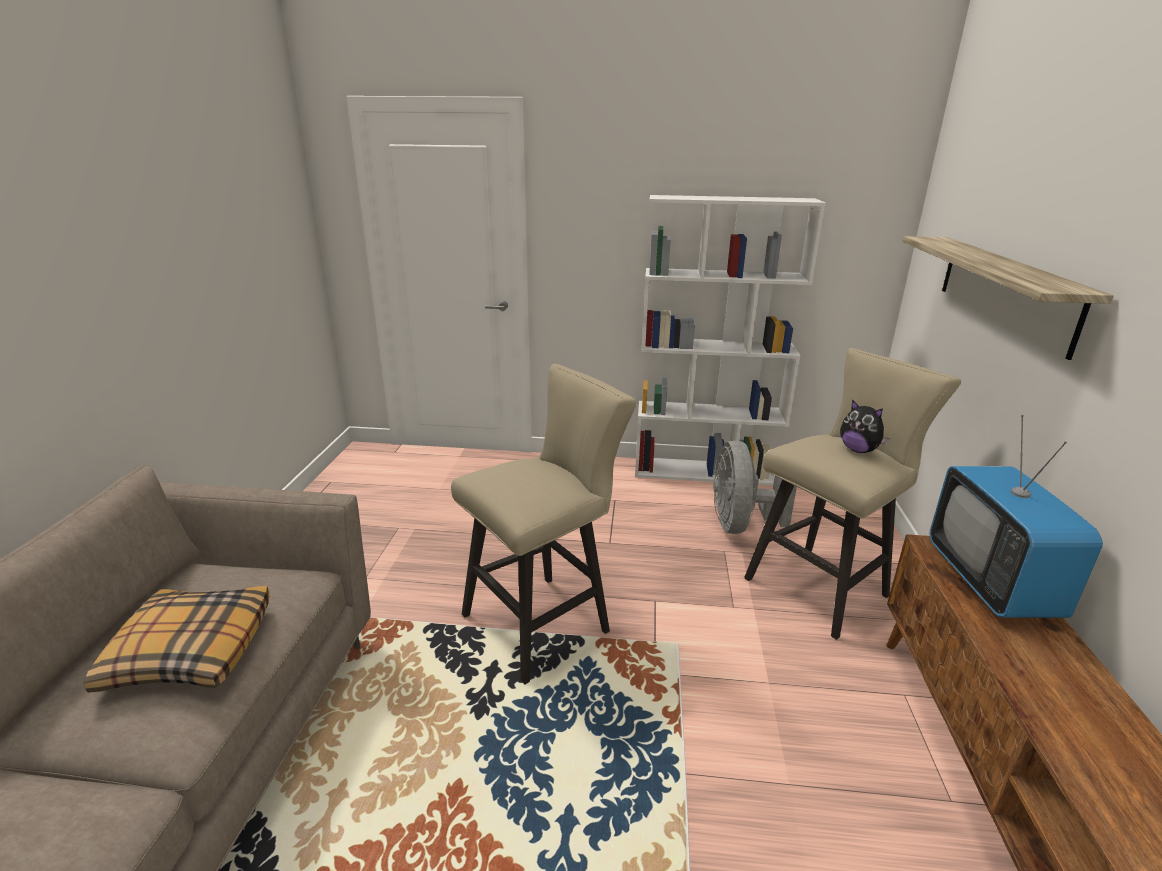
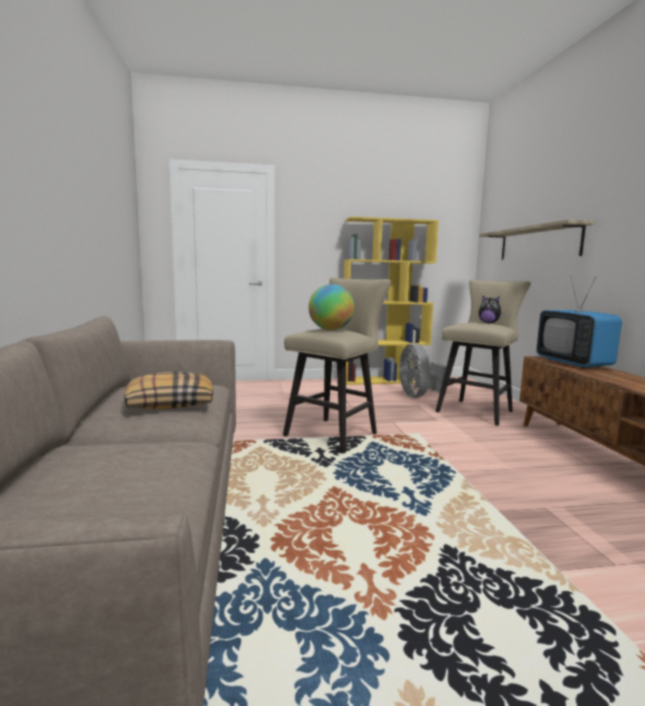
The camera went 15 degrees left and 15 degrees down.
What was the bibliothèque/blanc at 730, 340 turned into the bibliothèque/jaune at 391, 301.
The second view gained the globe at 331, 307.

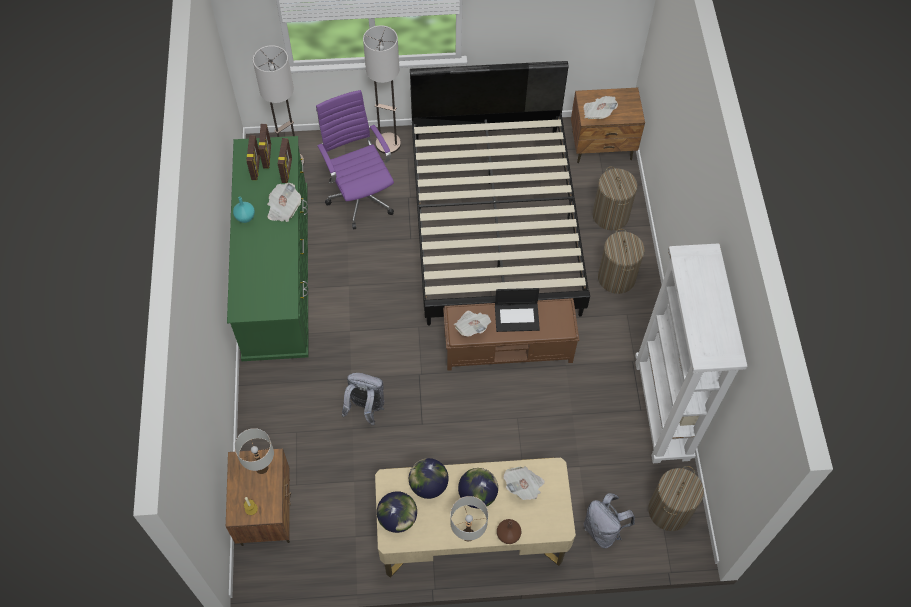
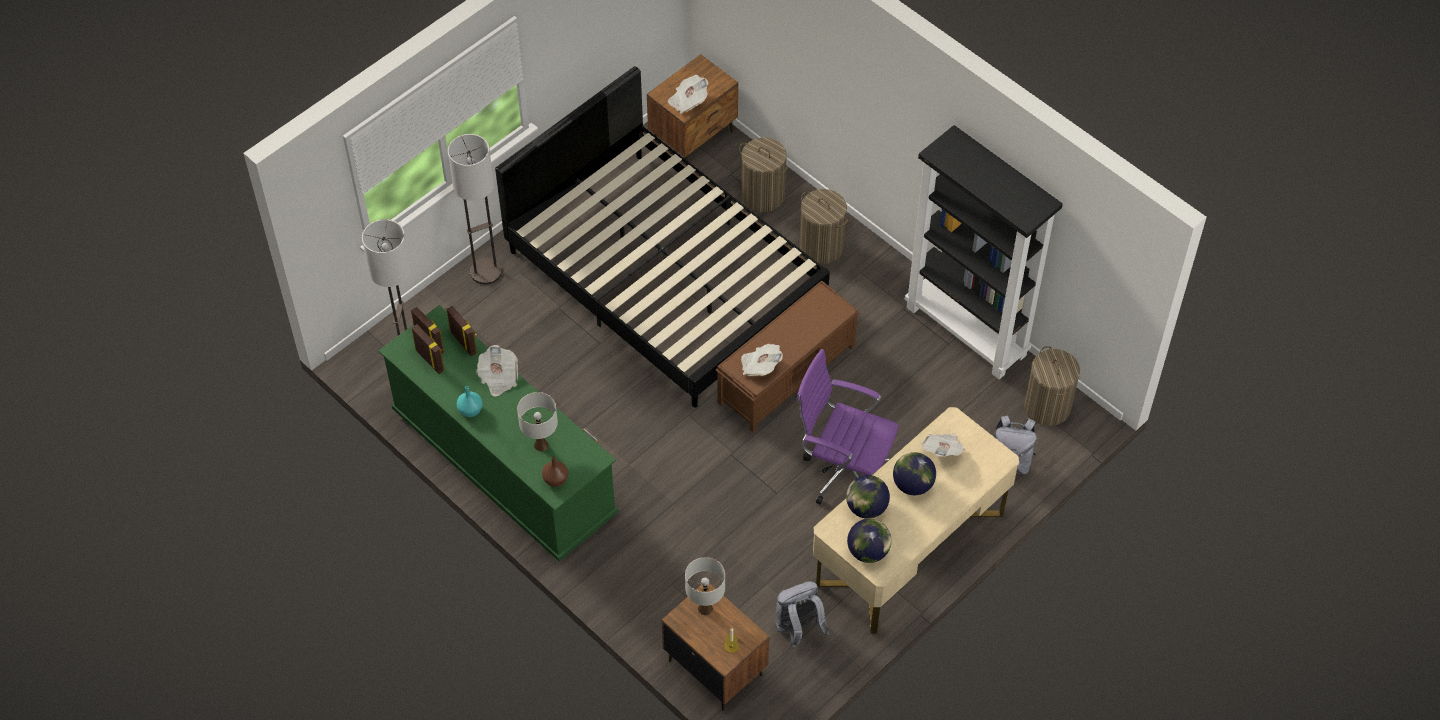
The camera went 40 degrees left and 5 degrees down.
The chaise de bureau/violet ended up elsewhere, having gone from 355, 159 to 847, 426.
The sac à dos/gris ended up elsewhere, having gone from 363, 399 to 803, 615.
The lampe de table/blanc ended up elsewhere, having gone from 469, 518 to 537, 421.
The second view lost the ordinateur portable at 517, 310.
The vase/marron ended up elsewhere, having gone from 509, 531 to 555, 471.
What was the bibliothèque/blanc at 691, 353 turned into the bibliothèque/noir at 984, 252.

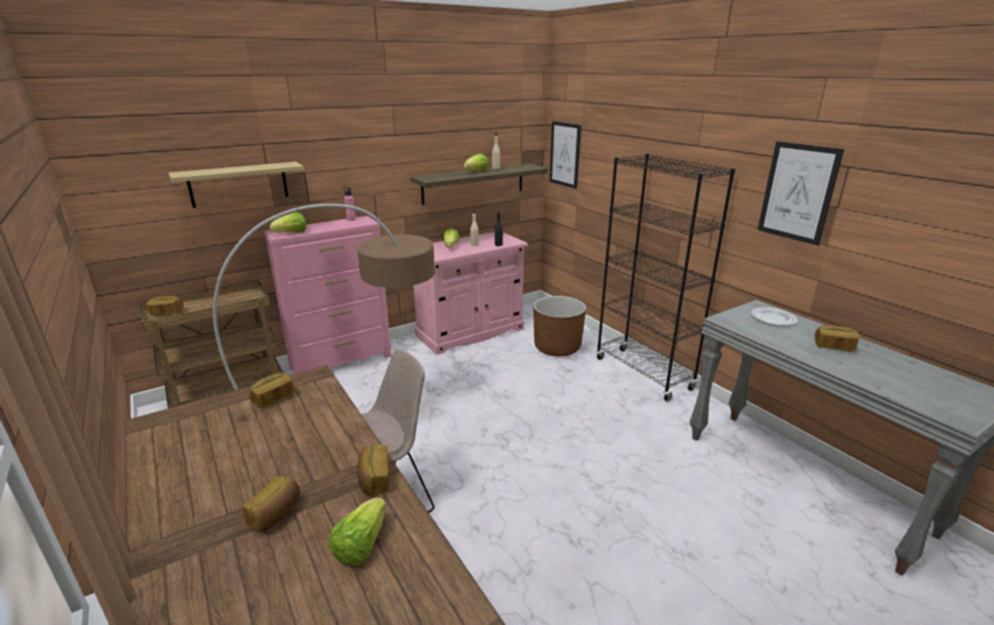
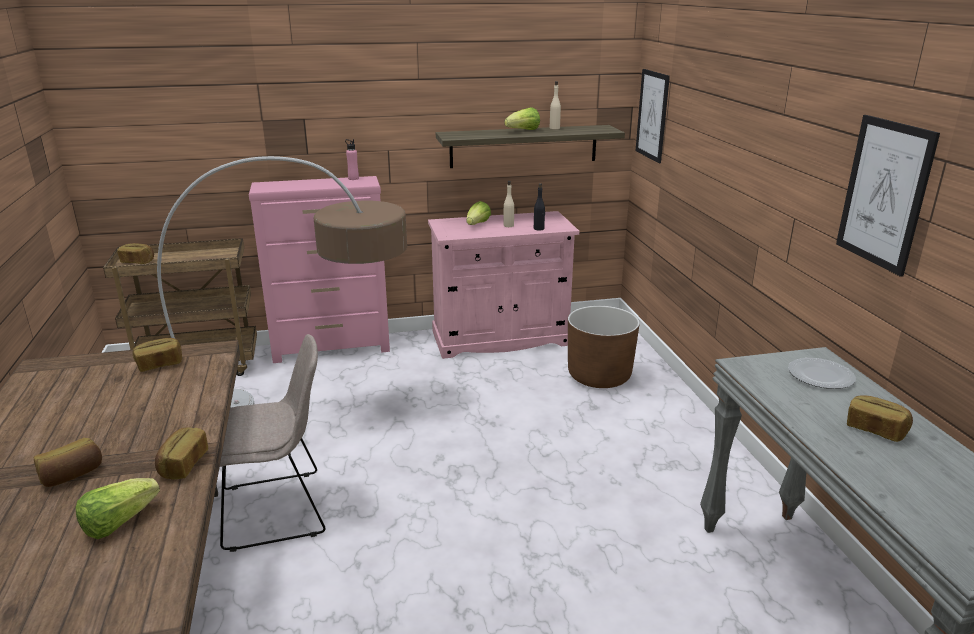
The camera went 20 degrees right and 0 degrees up.
The second view lost the étagère at 236, 185.
The second view lost the laitue at 288, 222.
The second view lost the bibliothèque/noir at 665, 277.

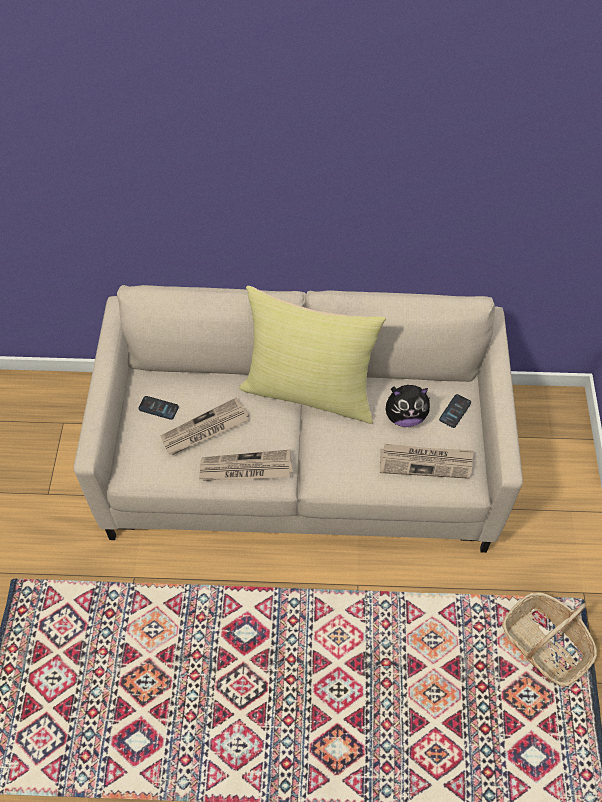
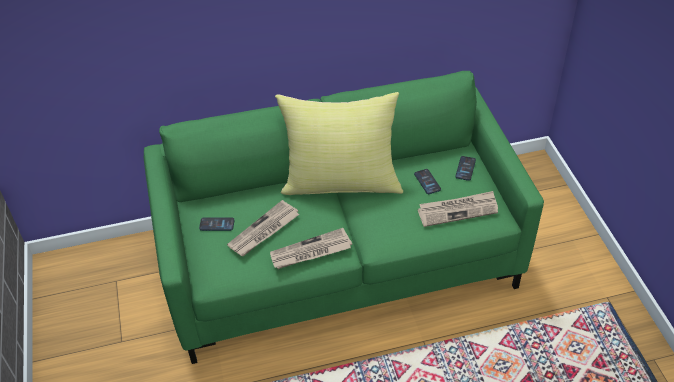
The camera went 15 degrees left and 10 degrees down.
What was the canapé/beige at 298, 419 turned into the canapé/vert at 344, 217.
Where the peluche stood at 408, 406, the téléphone came to stand at 427, 181.
The second view lost the panier at 549, 640.

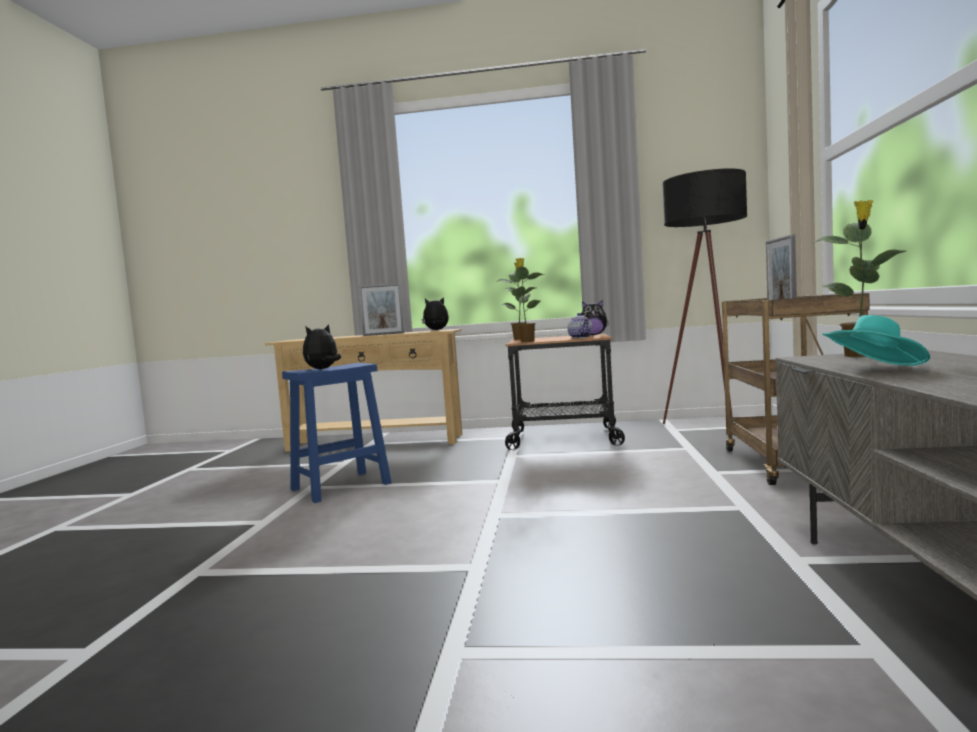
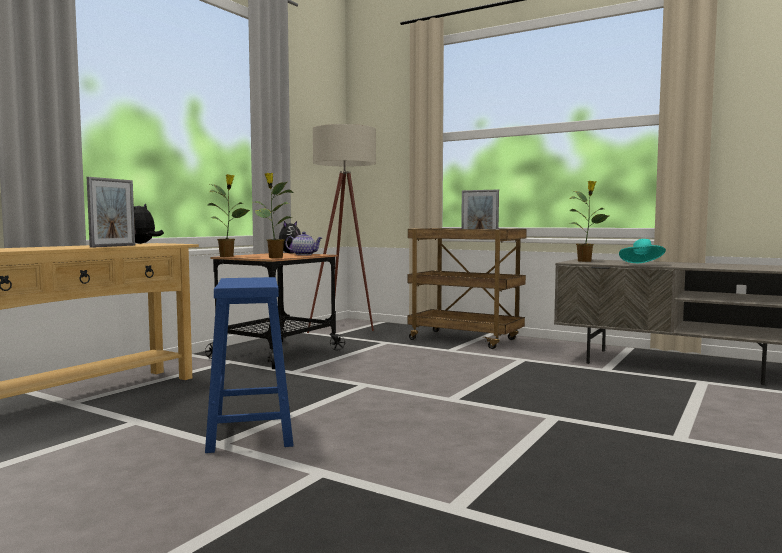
The camera went 65 degrees left and 0 degrees up.
The second view lost the peluche at 322, 346.
What was the lampadaire/noir at 705, 296 turned into the lampadaire/beige at 341, 228.

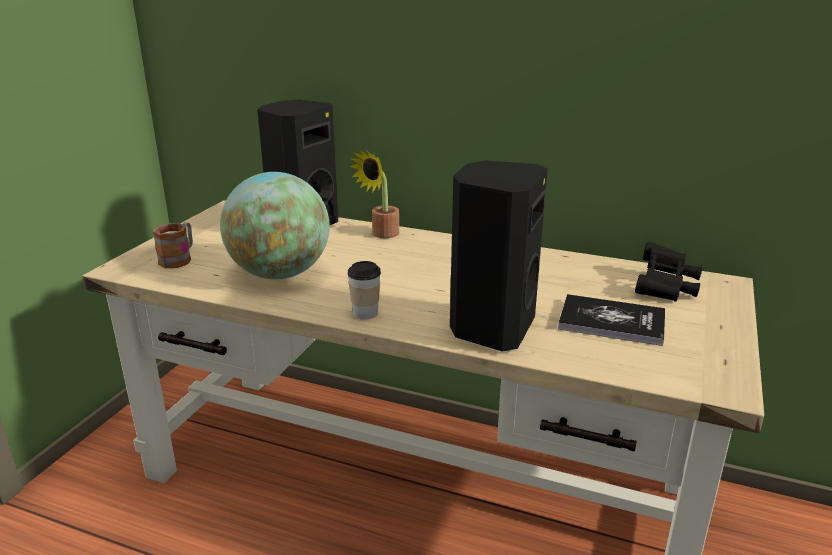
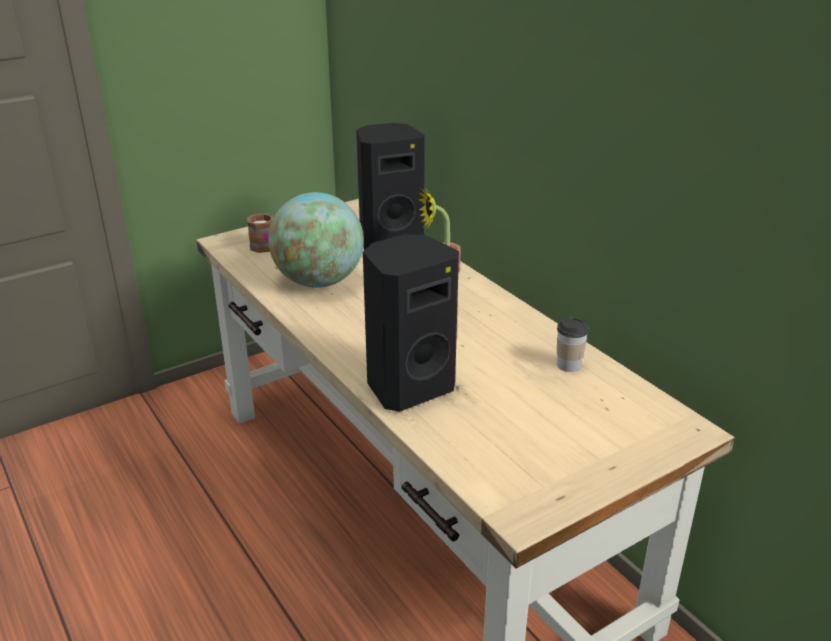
The camera went 35 degrees right and 5 degrees up.
The tasse ended up elsewhere, having gone from 364, 290 to 573, 345.
The second view lost the livre at 611, 320.
The second view lost the jumelles/noir at 668, 272.

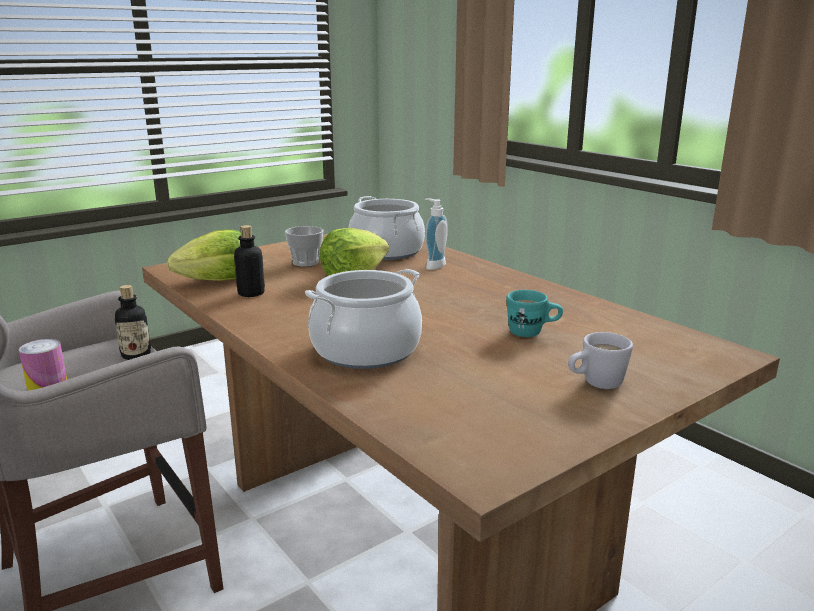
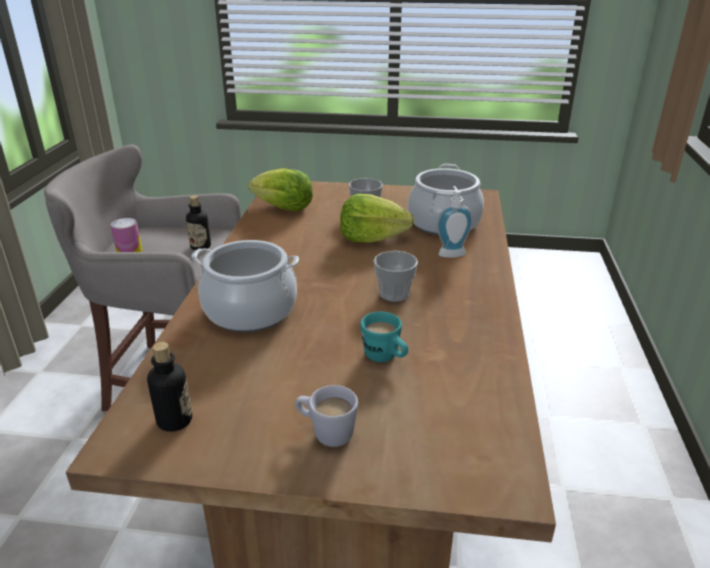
The camera went 45 degrees right and 10 degrees up.
The bouteille ended up elsewhere, having gone from 249, 261 to 169, 387.
The second view gained the tasse at 396, 276.

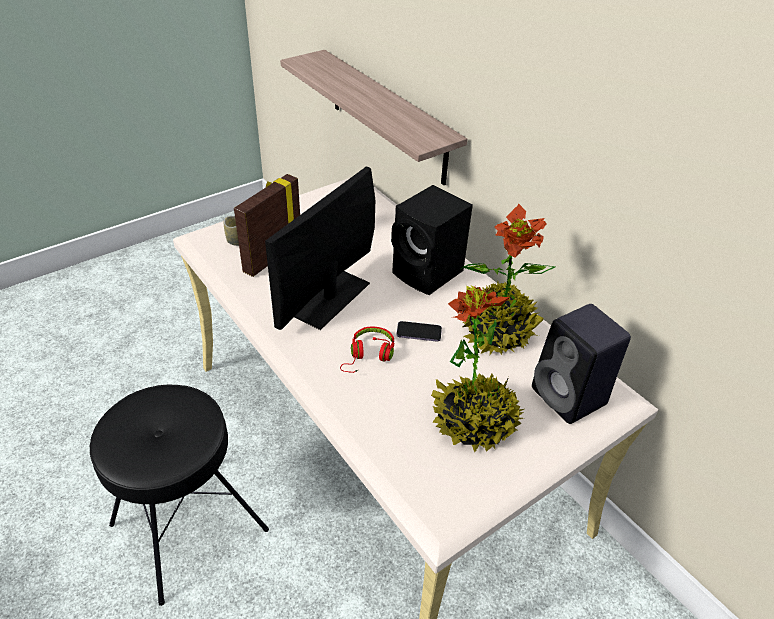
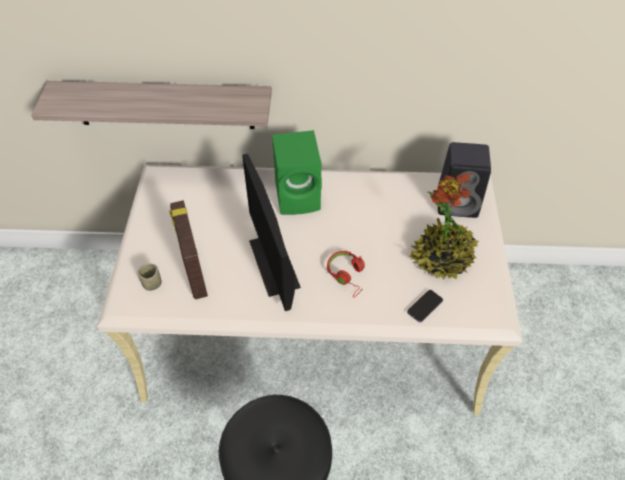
The camera went 50 degrees left and 10 degrees up.
What was the enceinte/noir at 432, 240 turned into the enceinte/vert at 297, 172.
The téléphone ended up elsewhere, having gone from 419, 331 to 425, 306.
The second view lost the plante en pot at 508, 279.

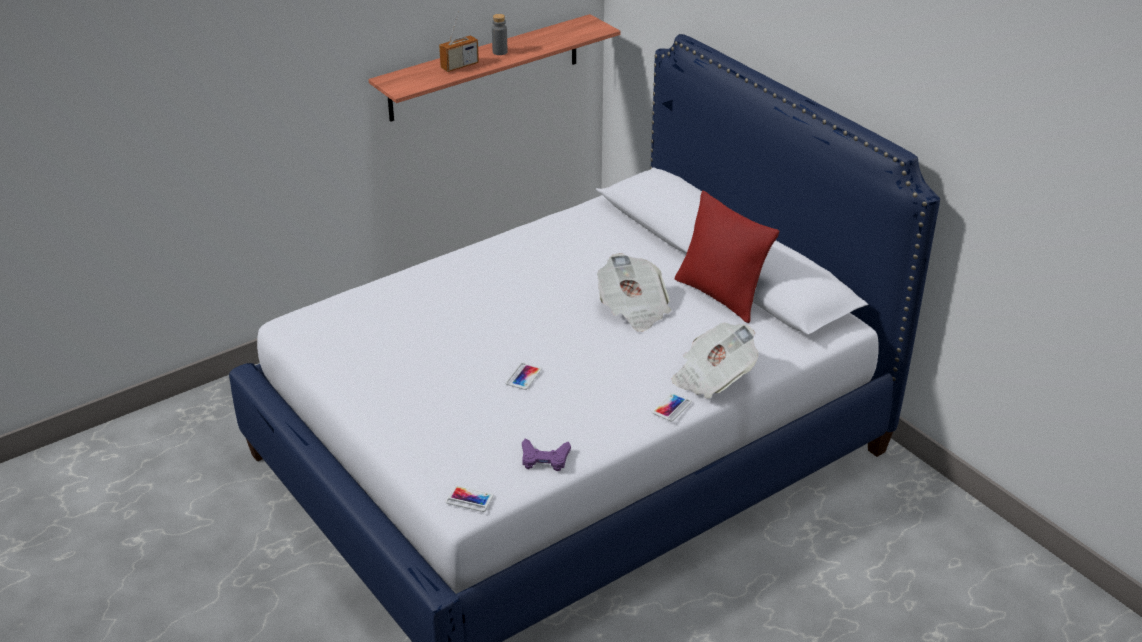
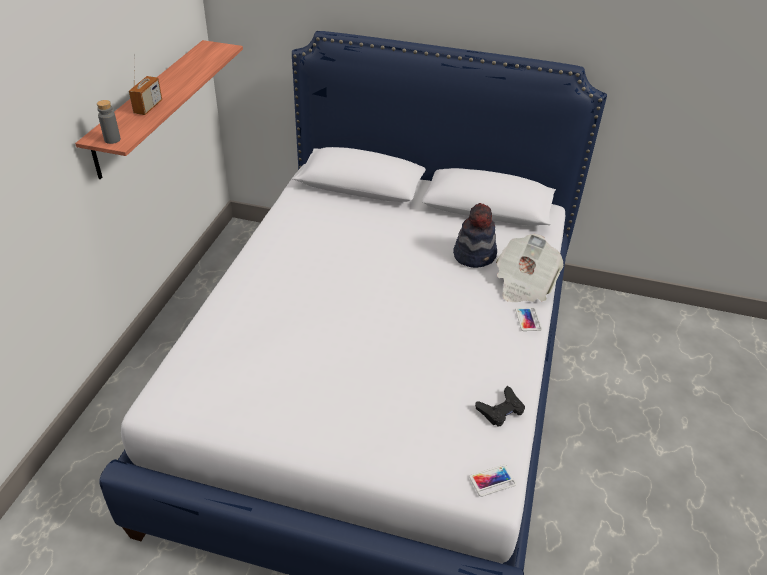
The camera went 40 degrees left and 5 degrees up.
The bouteille/gris ended up elsewhere, having gone from 499, 34 to 109, 122.
The second view lost the téléphone at 523, 376.
What was the manette/violet at 546, 455 turned into the manette/noir at 500, 406.
The second view lost the journal at 634, 292.
The second view lost the coussin/rouge at 727, 256.
The second view gained the chapeau at 475, 235.

